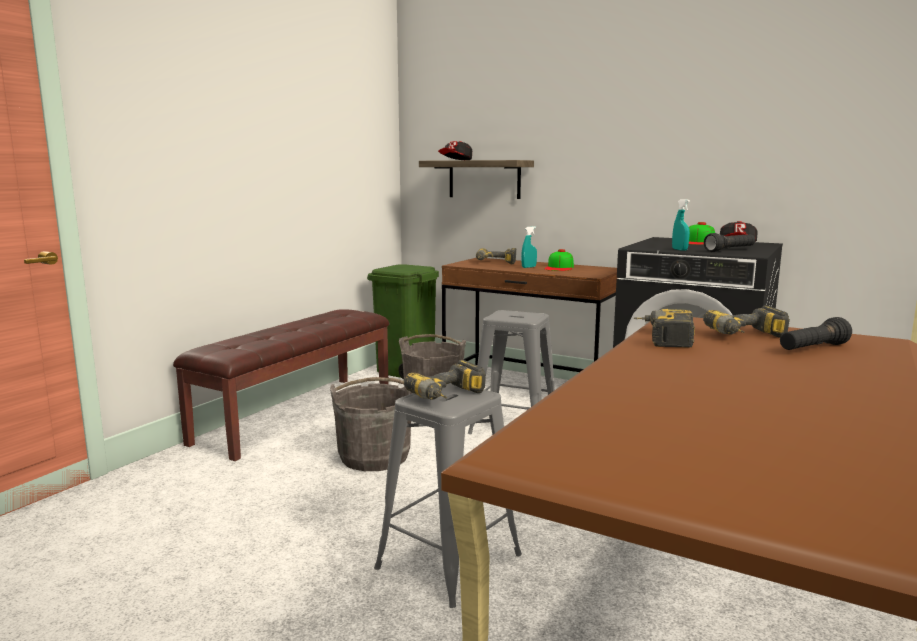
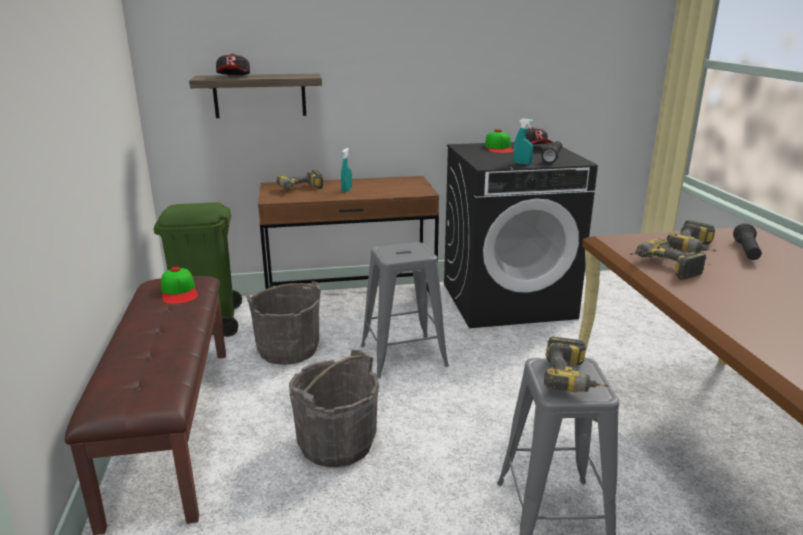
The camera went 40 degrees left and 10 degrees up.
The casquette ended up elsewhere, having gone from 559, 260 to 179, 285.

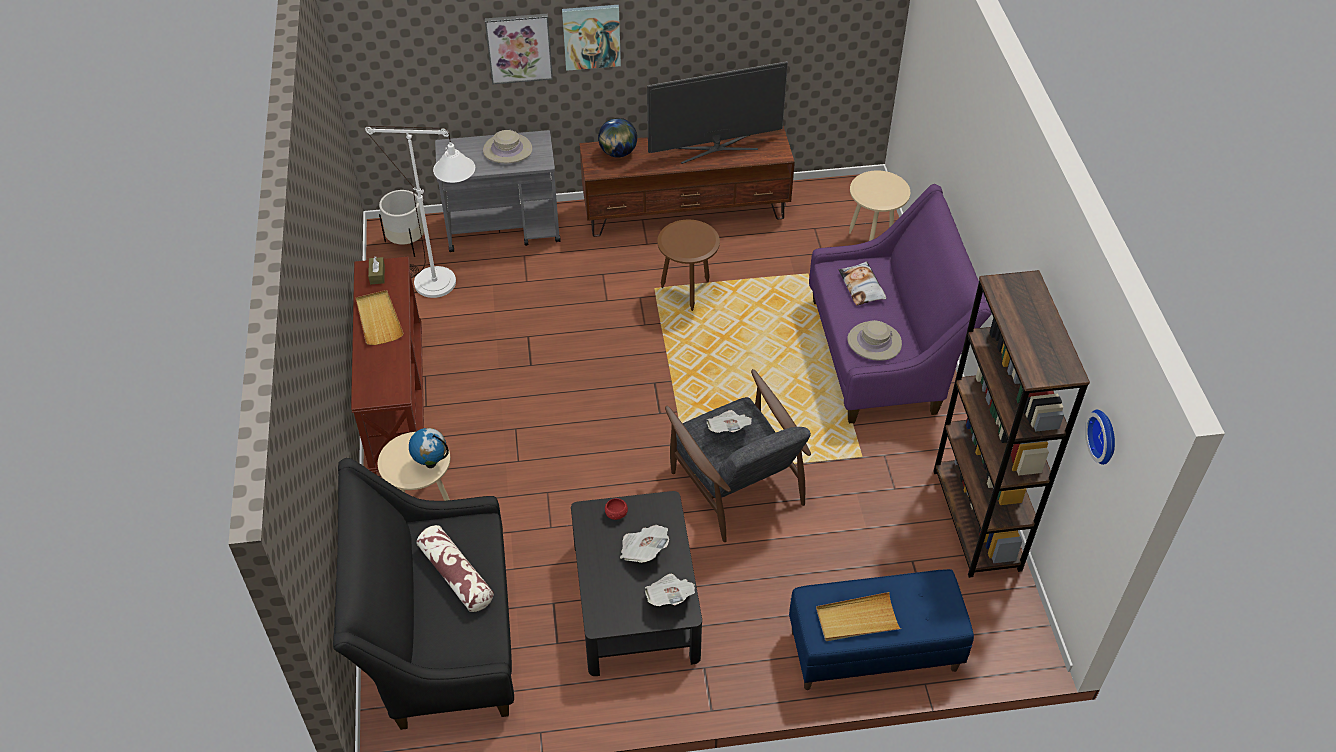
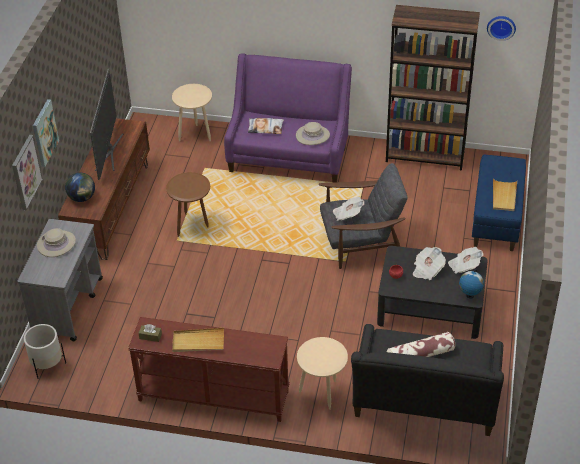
The camera went 70 degrees left and 5 degrees down.
The second view lost the lampadaire/blanc at 420, 212.
The globe ended up elsewhere, having gone from 429, 448 to 471, 284.

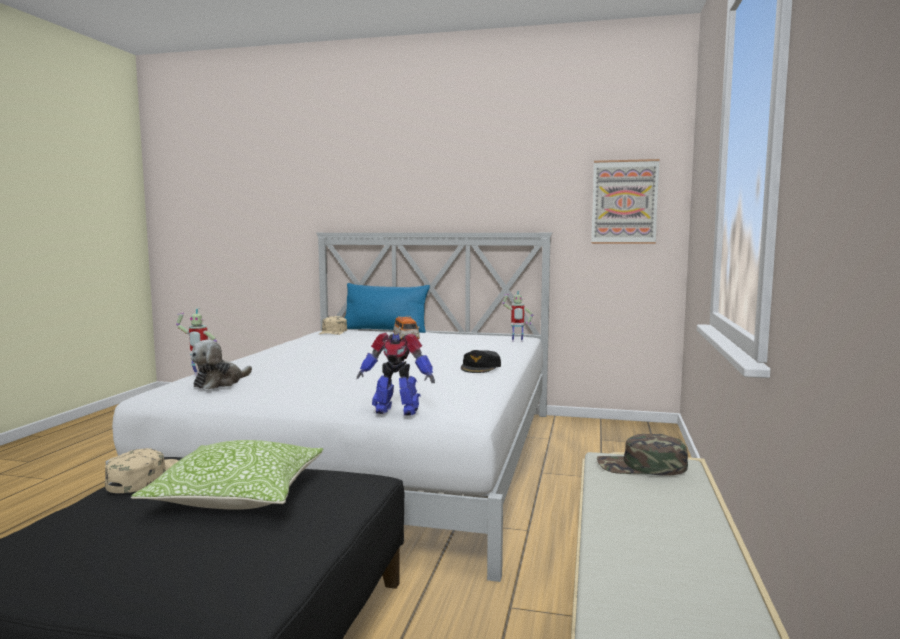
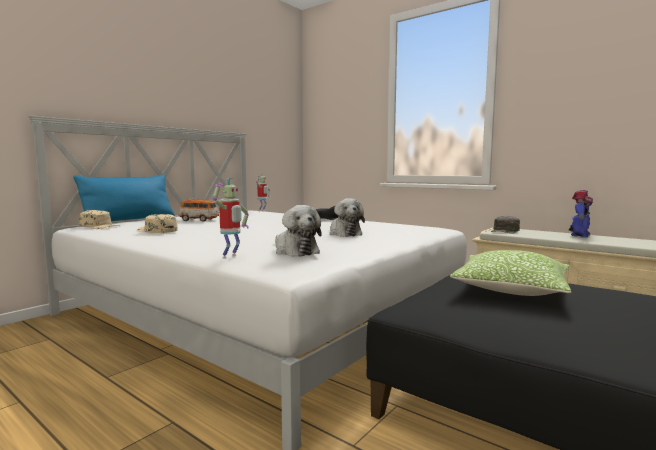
The camera went 65 degrees left and 0 degrees up.
The casquette/beige ended up elsewhere, having gone from 142, 470 to 157, 223.
The robot jouet ended up elsewhere, having gone from 396, 374 to 581, 213.
The second view lost the tableau at 625, 201.
The second view gained the peluche at 347, 217.

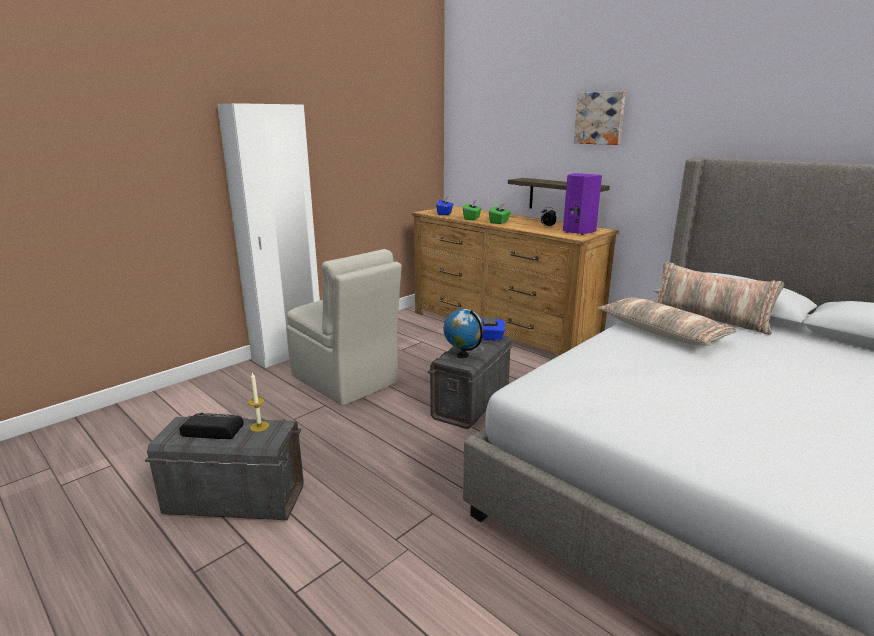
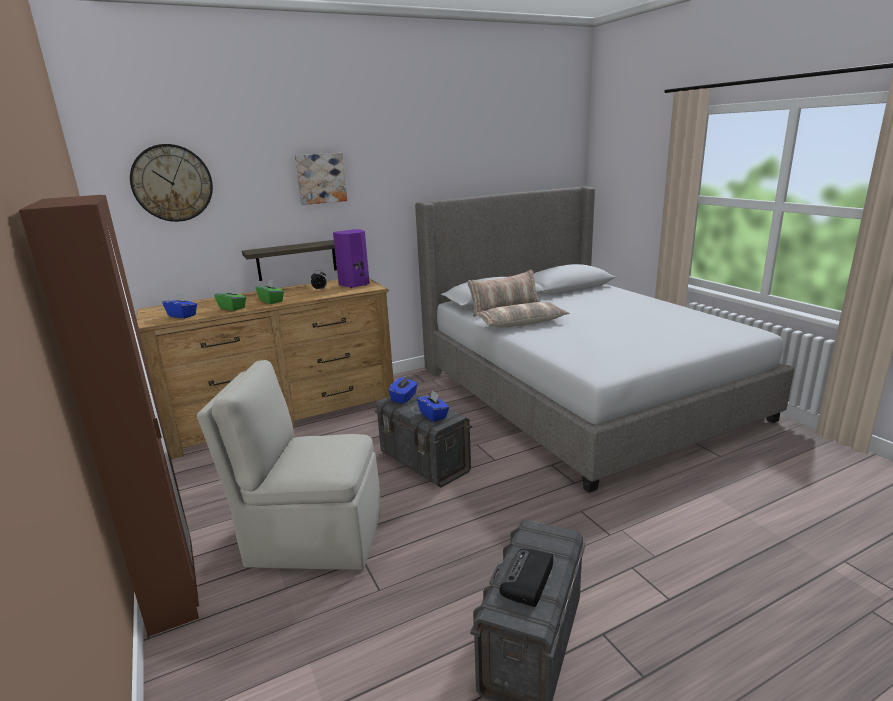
The camera went 70 degrees left and 0 degrees up.
What was the armoire/blanc at 268, 235 turned into the armoire/marron at 109, 416.
The second view lost the bougie at 258, 402.
The chaise/beige at 344, 327 ended up facing another way, 150 degrees counterclockwise from before.
Where the globe stood at 463, 333, the boîte à mouchoirs/bleu came to stand at 433, 406.
The second view gained the horloge murale at 171, 183.

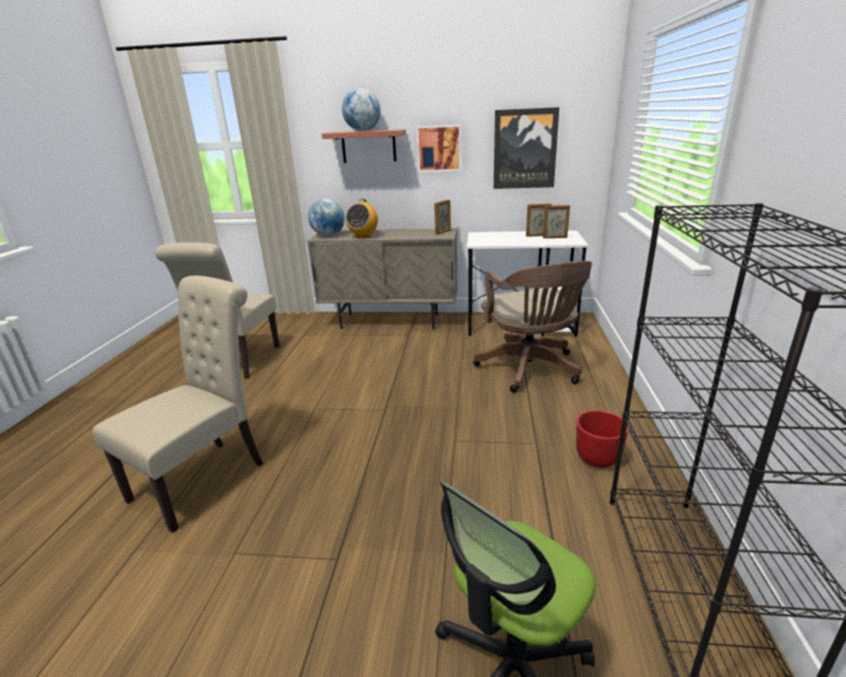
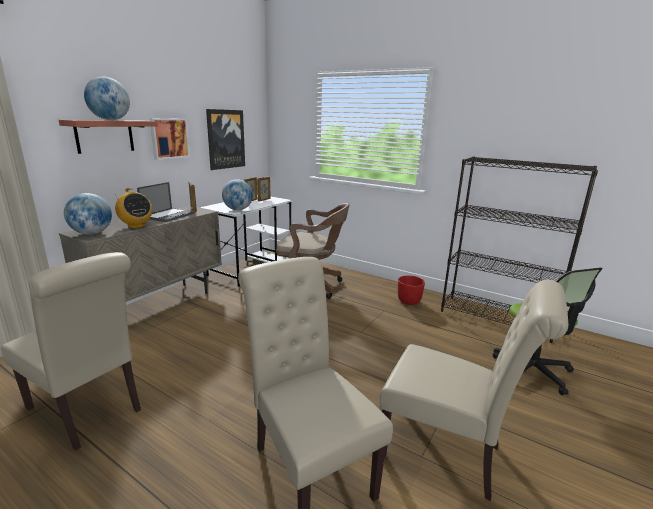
The camera went 65 degrees left and 5 degrees down.
The second view gained the ordinateur portable at 166, 202.
The second view gained the globe at 237, 194.
The second view gained the chaise/beige at 474, 390.

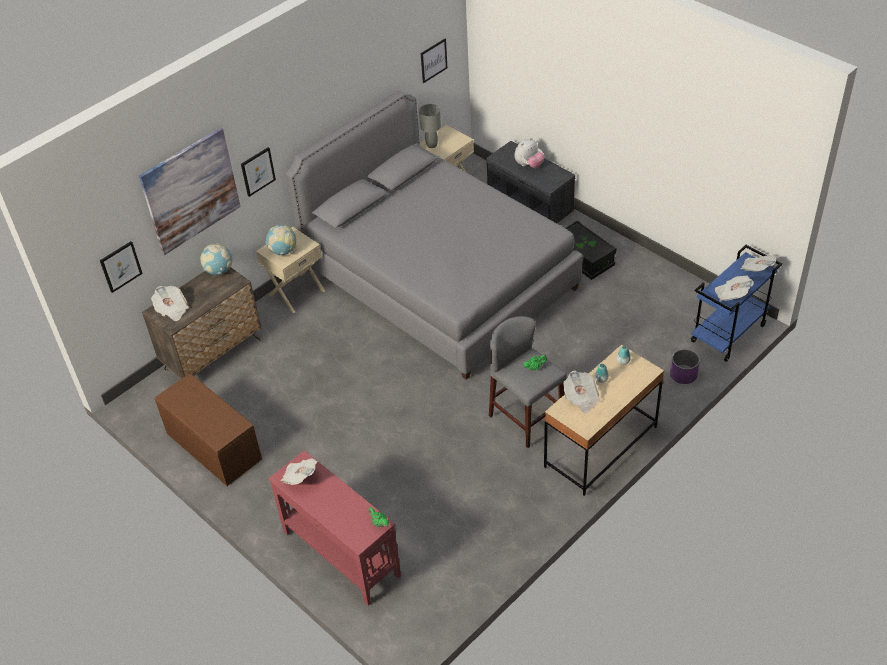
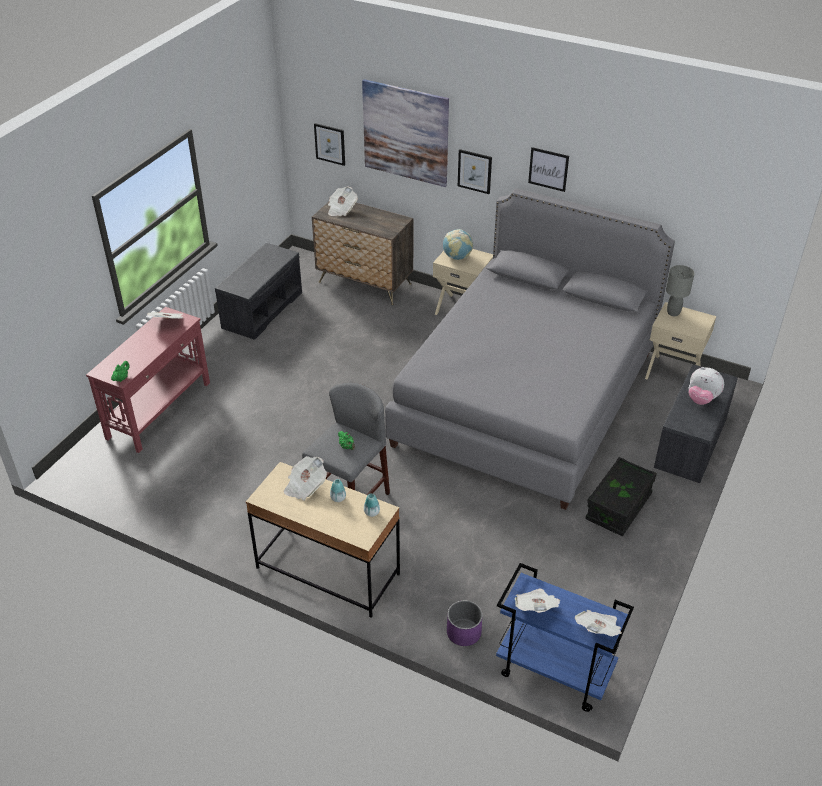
The camera went 70 degrees right and 5 degrees down.
What was the banc/marron at 208, 429 turned into the banc/gris at 258, 291.
The second view lost the globe at 216, 259.
The tableau ended up elsewhere, having gone from 434, 61 to 548, 169.

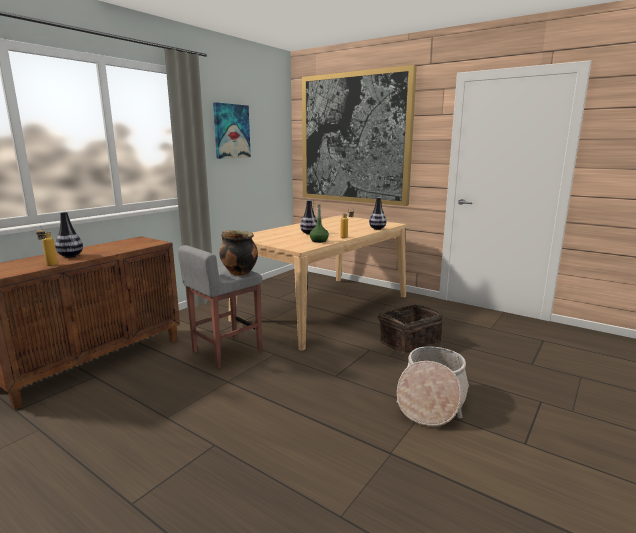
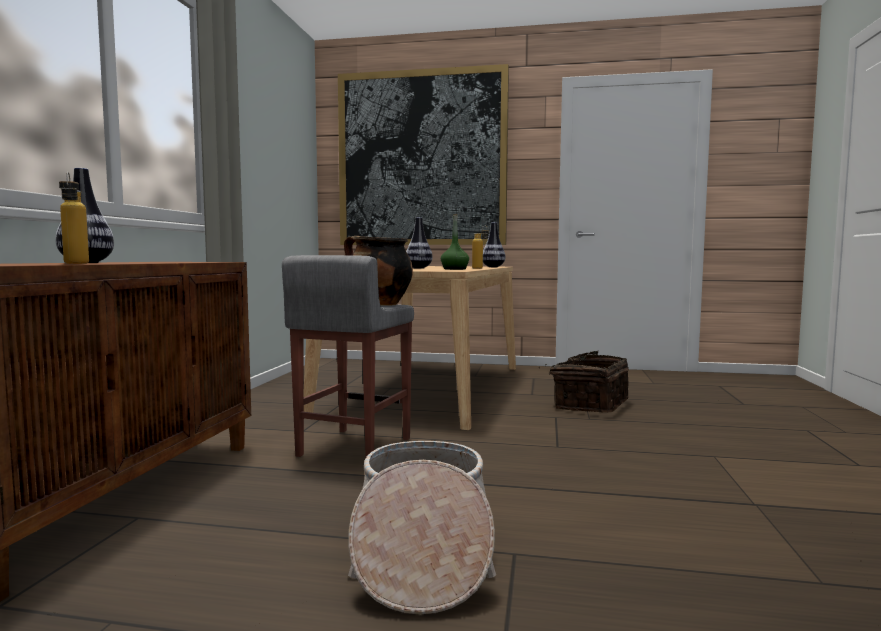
The camera went 25 degrees left and 10 degrees down.
The second view lost the tableau at 232, 130.
The panier ended up elsewhere, having gone from 433, 386 to 422, 527.

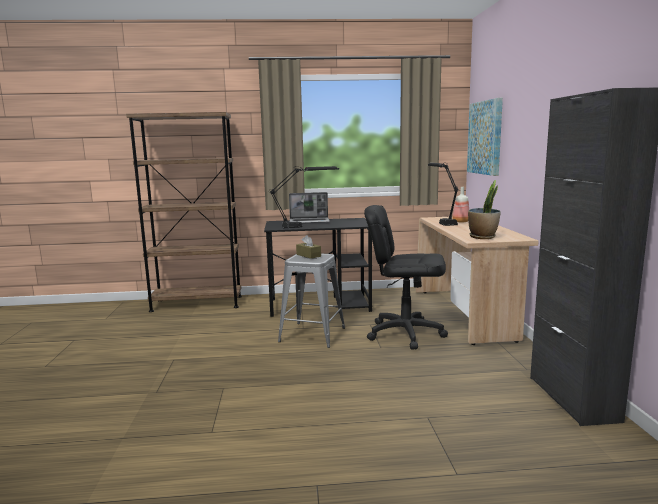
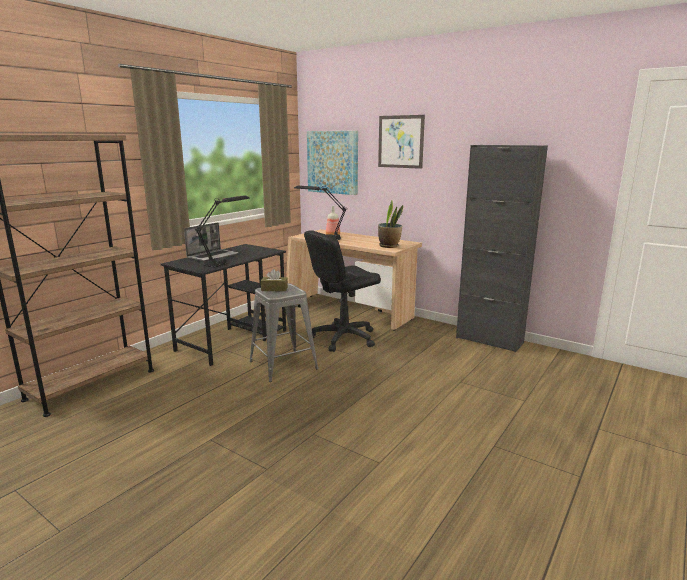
The camera went 50 degrees left and 5 degrees up.
The second view gained the tableau at 401, 142.

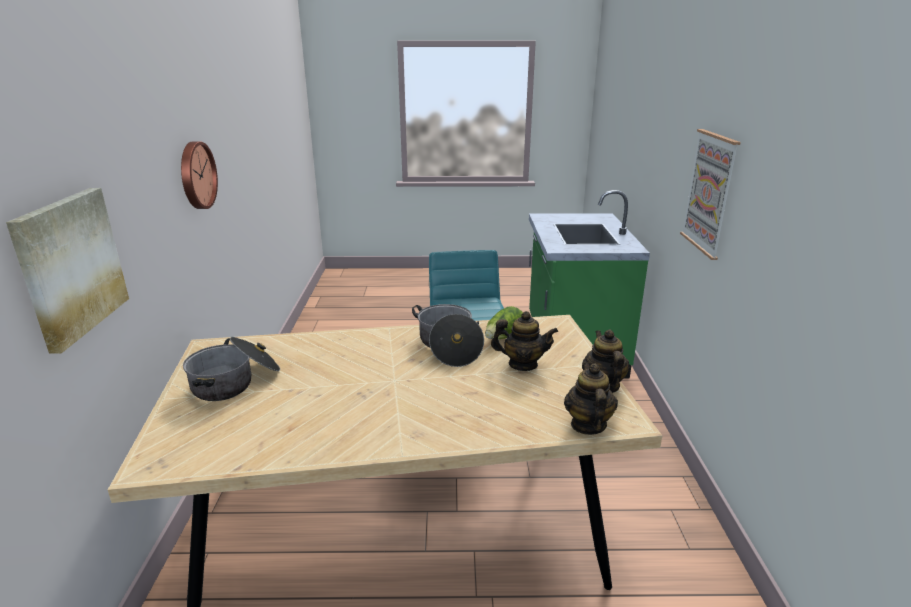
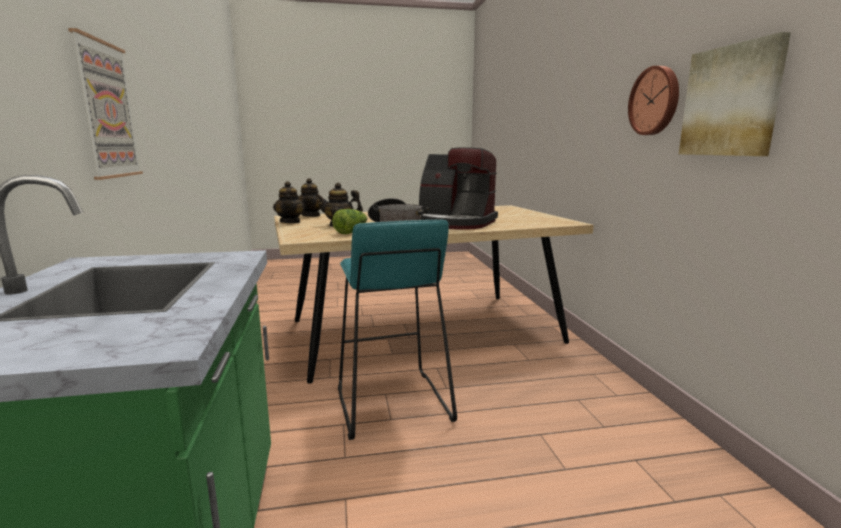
The camera went 170 degrees right and 10 degrees down.
The tableau ended up elsewhere, having gone from 67, 271 to 735, 94.
The second view lost the marmite at 231, 369.
The second view gained the machine à café at 458, 188.

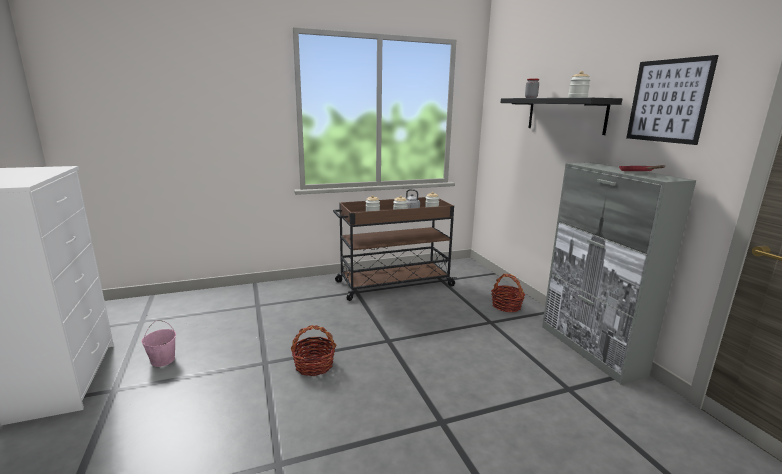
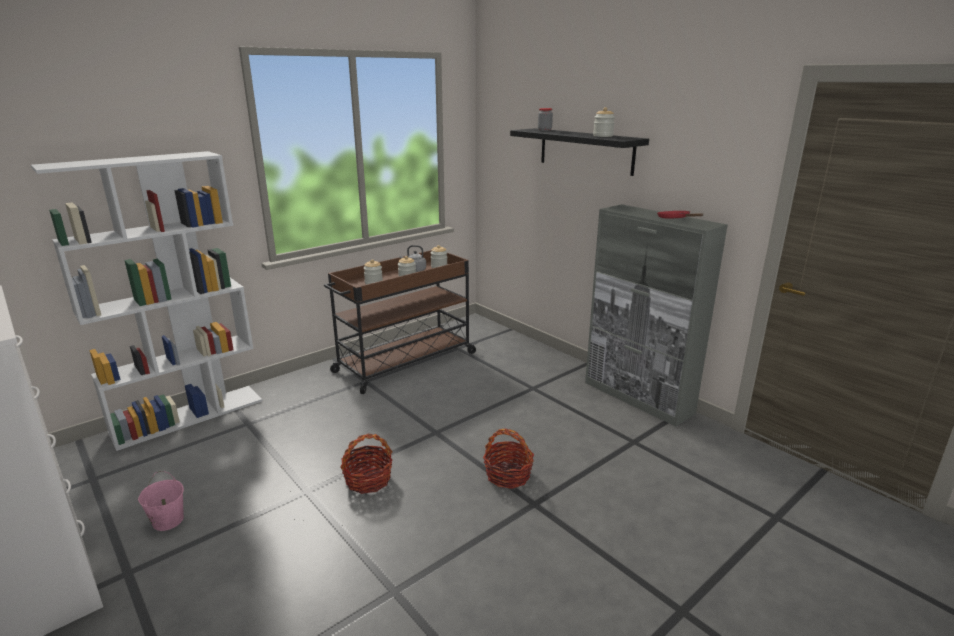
The camera went 20 degrees left and 5 degrees up.
The panier ended up elsewhere, having gone from 508, 293 to 508, 459.
The second view lost the tableau at 672, 100.
The second view gained the bibliothèque/blanc at 146, 301.

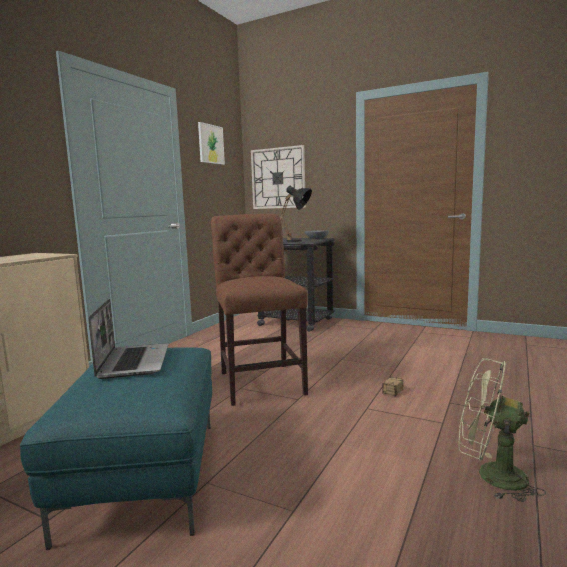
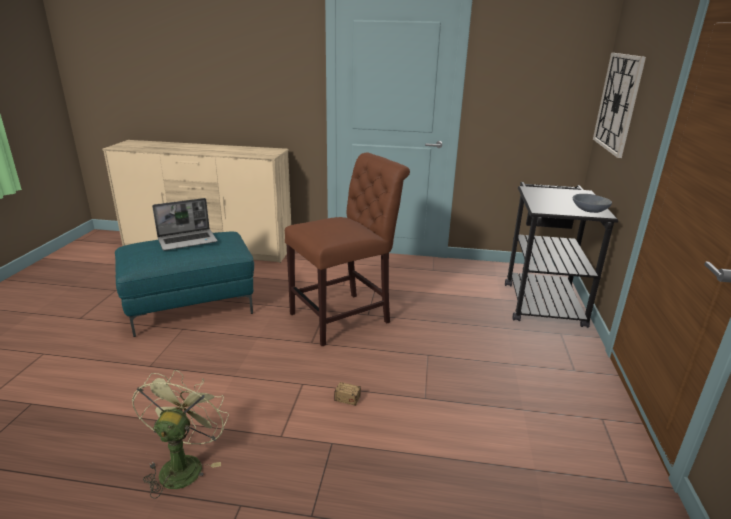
The camera went 70 degrees right and 15 degrees up.
The second view lost the tableau at 211, 143.
The second view lost the lampe de table/noir at 296, 214.

